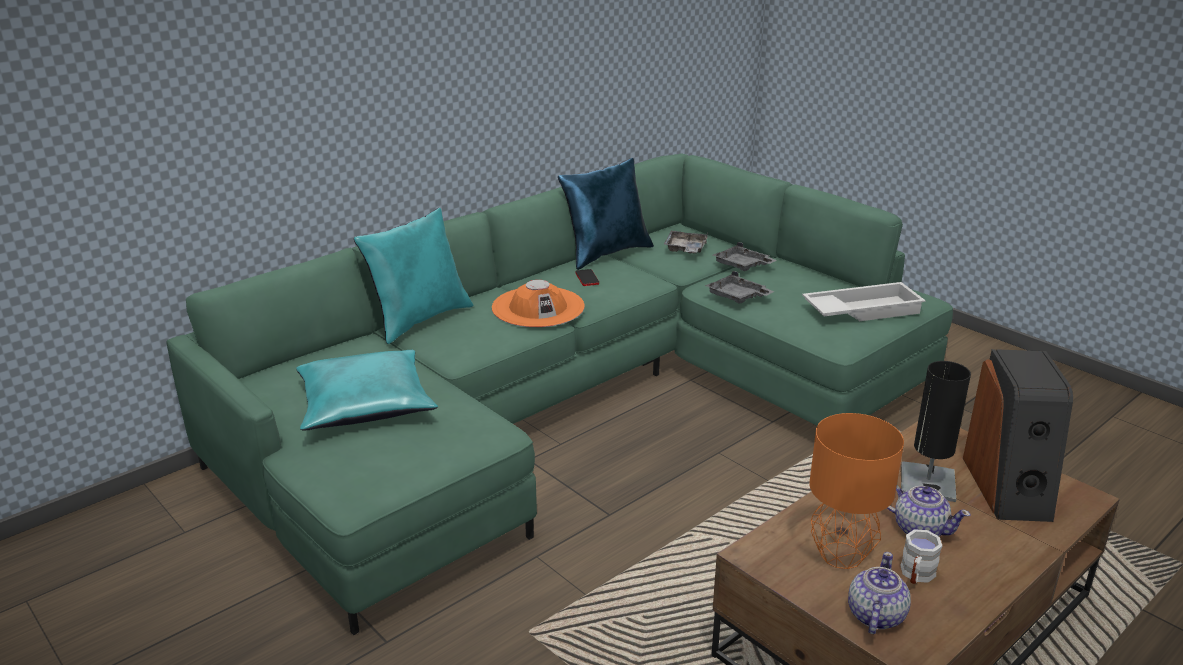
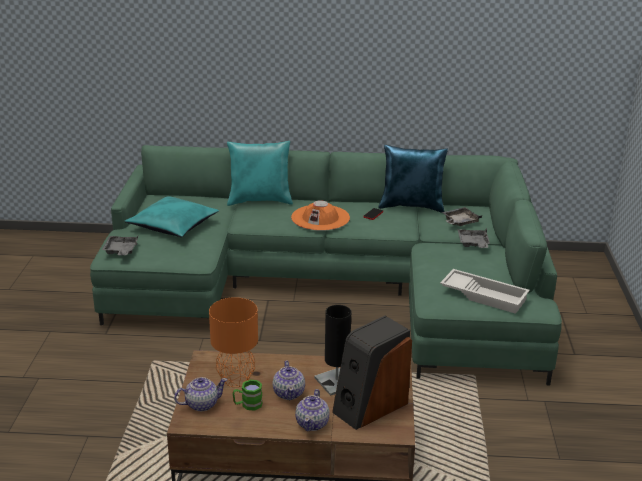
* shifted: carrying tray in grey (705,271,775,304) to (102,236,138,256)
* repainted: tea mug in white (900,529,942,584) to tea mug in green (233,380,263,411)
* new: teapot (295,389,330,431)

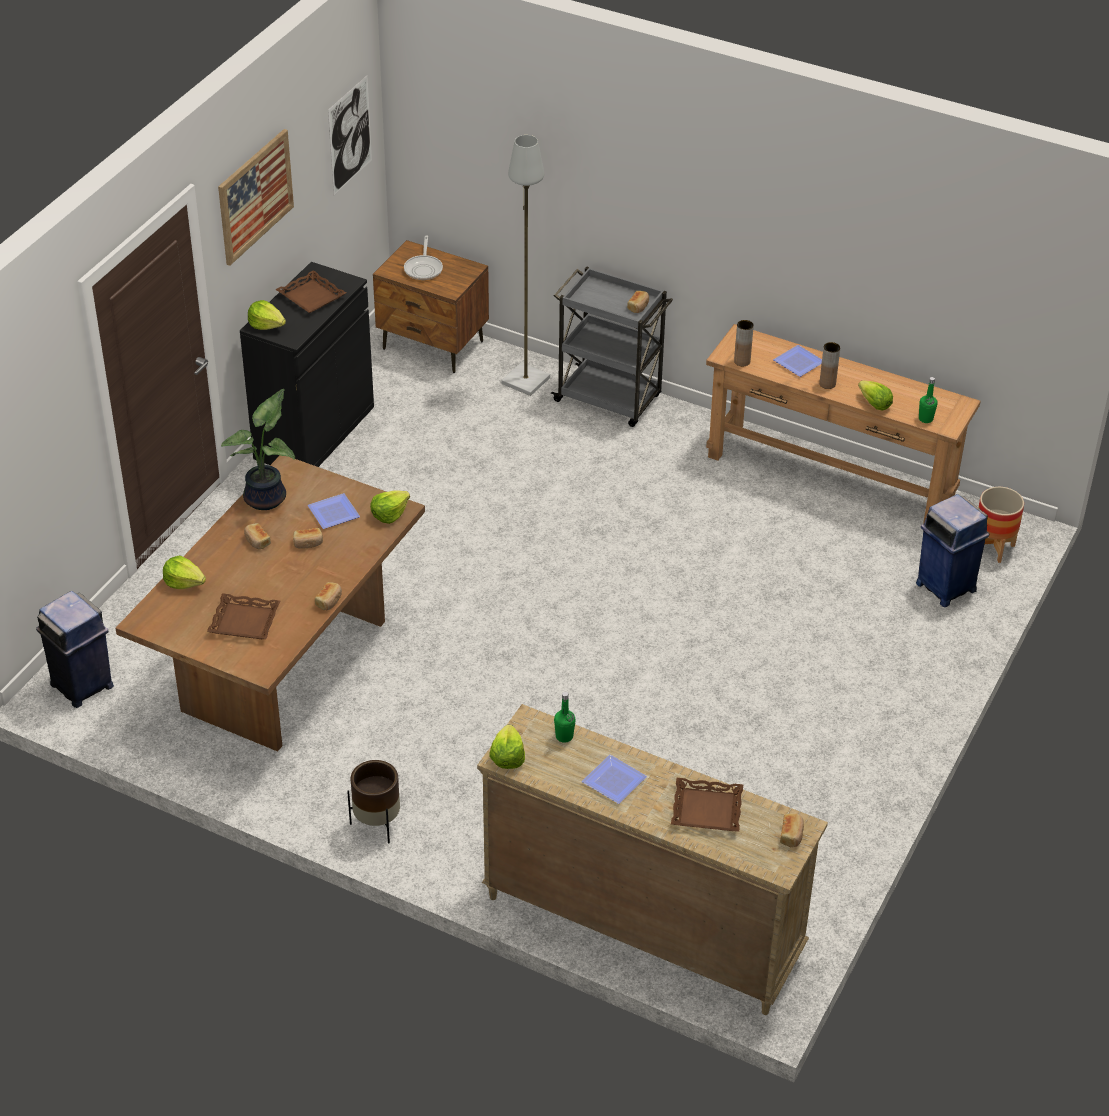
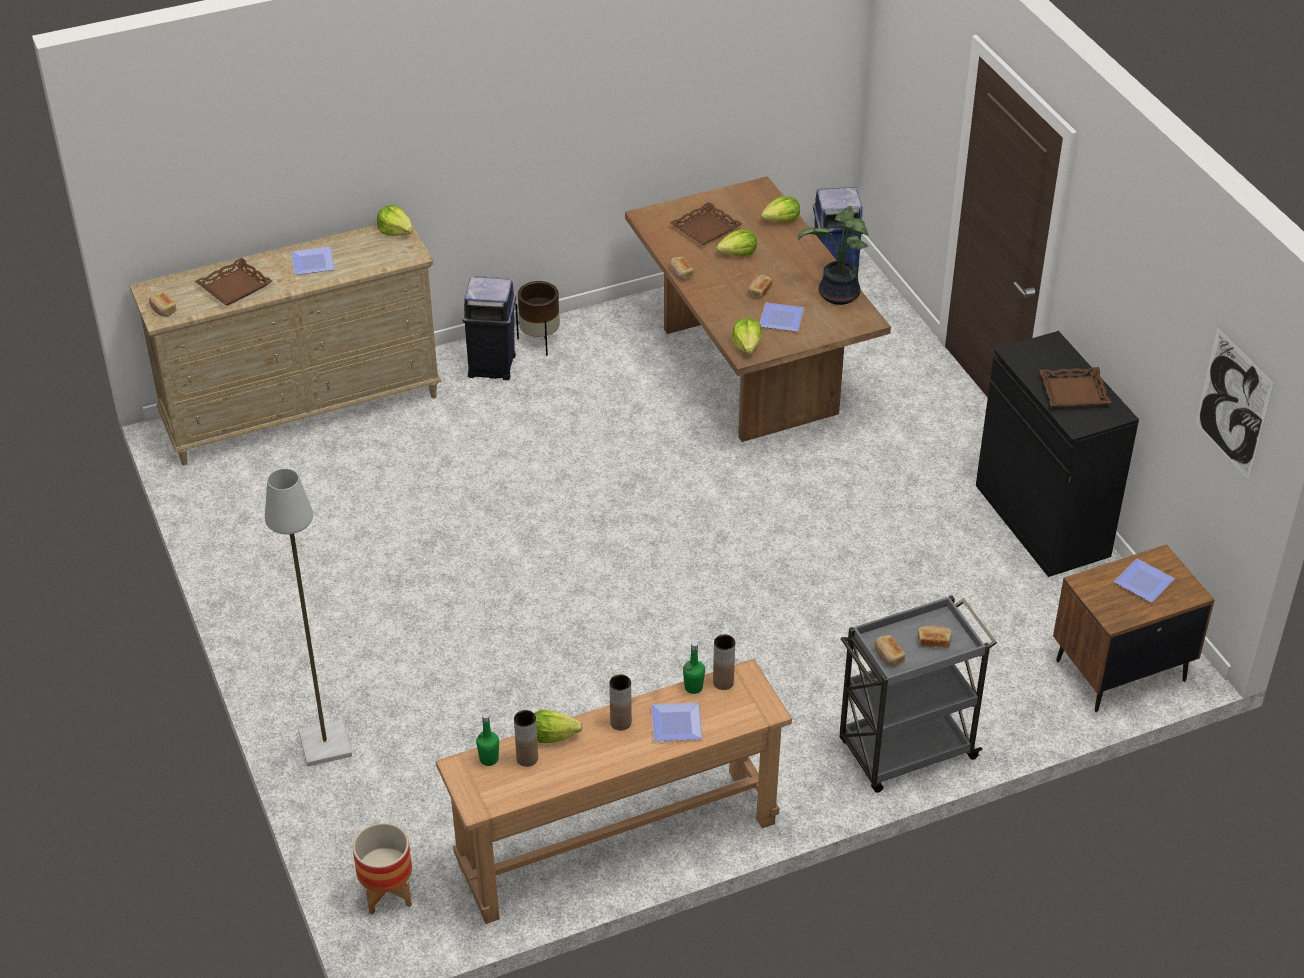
* gone: picture (218,129,294,266)
* shifted: floor lamp in grey (501,135,550,396) to (265,469,352,766)
* swapped: skillet (404,235,443,280) to dinner plate (1114,558,1175,603)
* shifted: lettuce head (248,300,286,330) to (716,229,757,256)
* shifted: waste bin in blue-coloured (916,494,989,607) to (462,276,516,380)
* shifted: bread (244,523,271,549) to (918,625,952,648)
* shifted: beverage bottle in green (554,692,576,743) to (683,641,705,694)
* new: flower vase in brown (514,710,538,767)

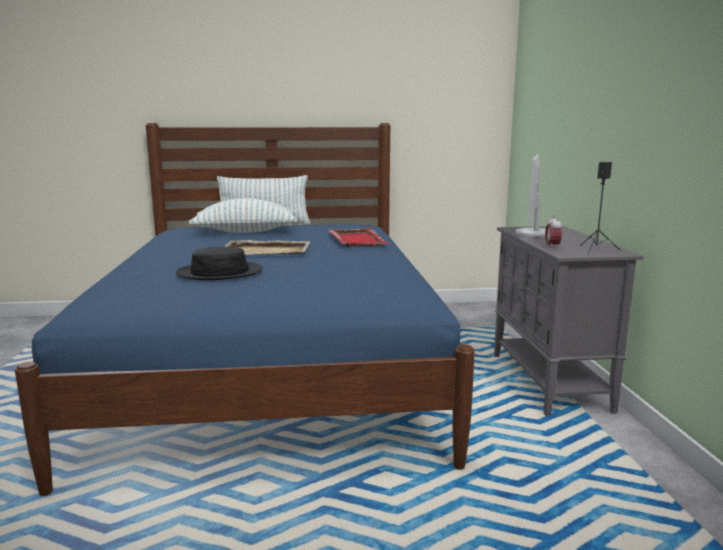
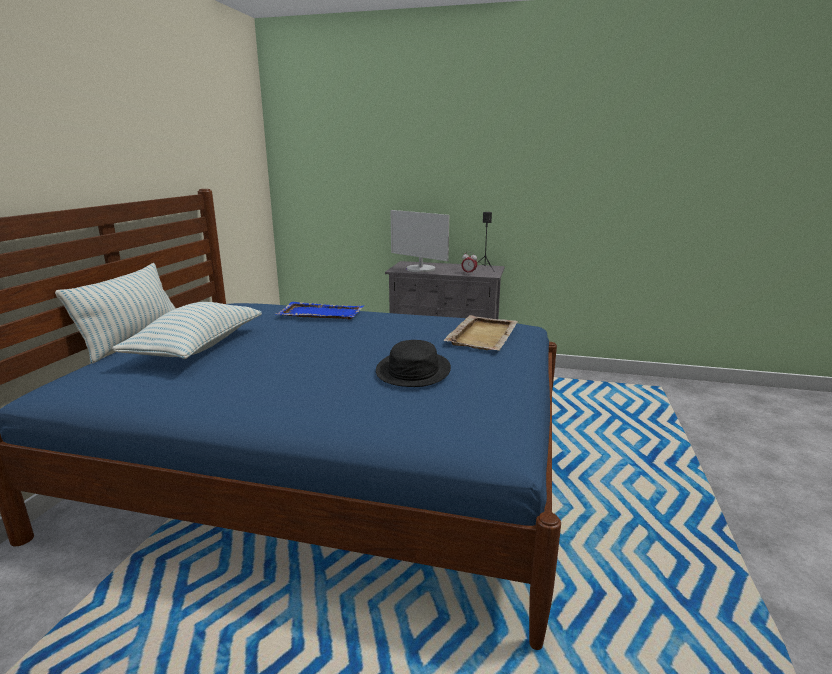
* repainted: carrying tray in red (328,228,391,247) to carrying tray in blue-coloured (276,302,364,319)
* shifted: carrying tray in beige (224,240,310,255) to (444,315,518,351)

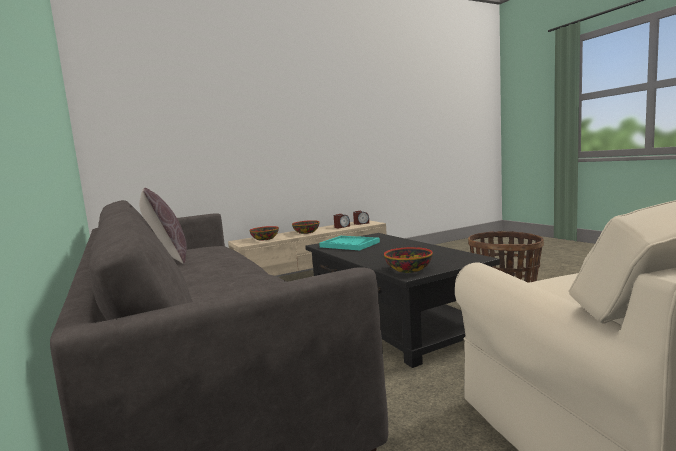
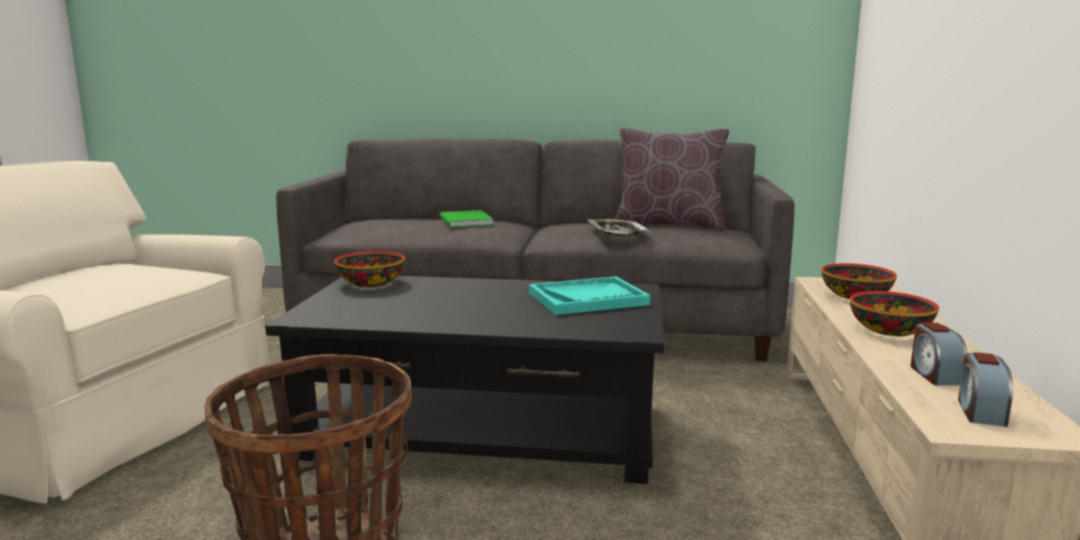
* new: volume in green (439,210,494,227)
* new: carrying tray (588,219,649,236)

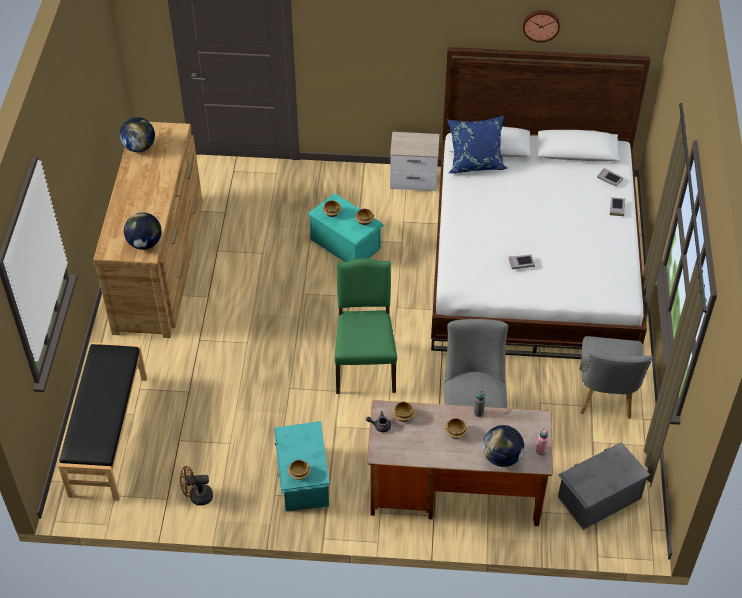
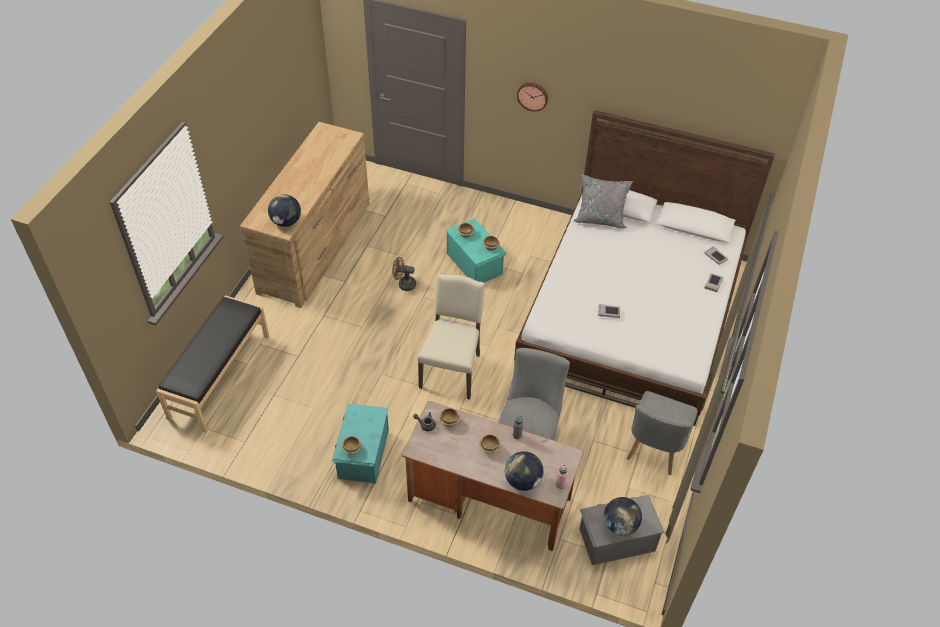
* shifted: clock on the wall (523,10,560,43) to (517,83,548,112)
* repainted: throw pillow in blue-coloured (447,116,507,174) to throw pillow in grey (574,174,633,228)
* shifted: globe (120,117,155,152) to (604,497,642,536)
* gone: night table (390,132,439,191)
* repainted: chair in green (334,258,397,394) to chair in beige (417,273,485,400)
* shifted: fan in brown (180,466,213,506) to (392,257,416,291)

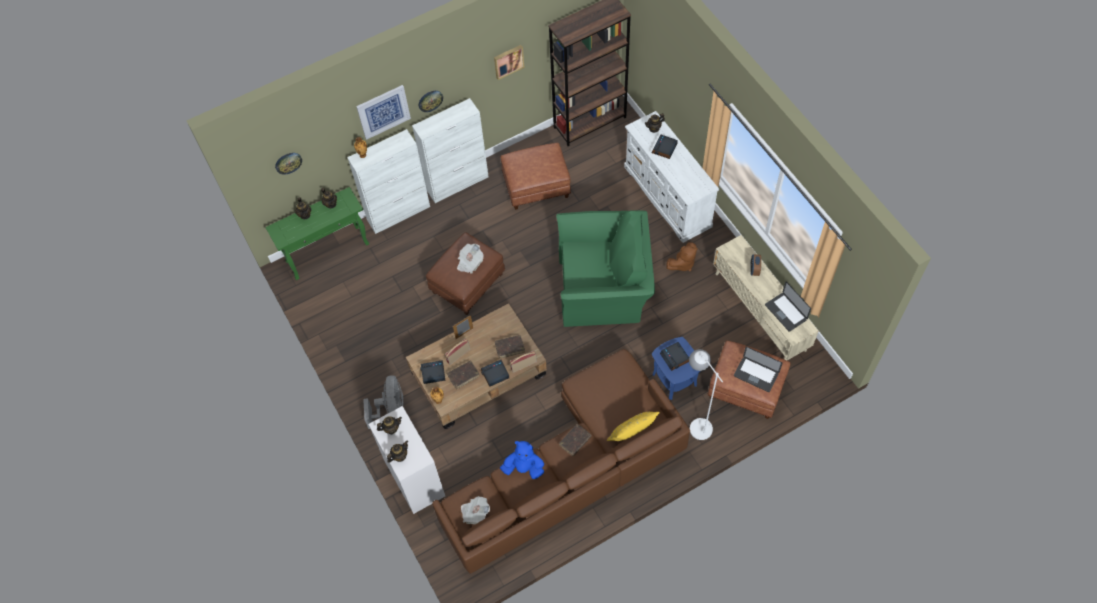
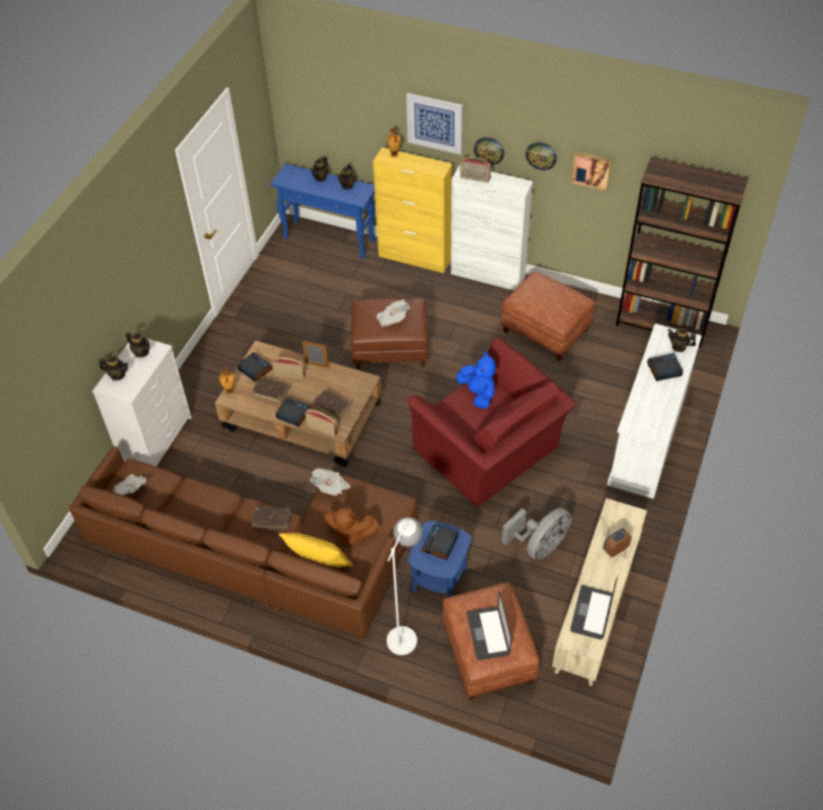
* repainted: cupboard in white (347,129,430,234) to cupboard in yellow-coloured (373,147,452,273)
* shifted: clock on the wall (275,153,302,174) to (525,142,557,170)
* repainted: hall table in green (265,187,369,280) to hall table in blue-coloured (270,163,375,259)
* repainted: armchair in green (556,210,655,327) to armchair in red (407,338,578,507)
* shifted: cuddly toy in brown (666,242,698,271) to (324,507,380,547)
* shifted: fan in grey (363,375,404,429) to (502,508,572,560)
* shifted: cuddly toy in blue-coloured (500,441,544,479) to (456,352,496,409)
* new: radio (460,157,491,183)
* new: daily paper (310,468,350,496)

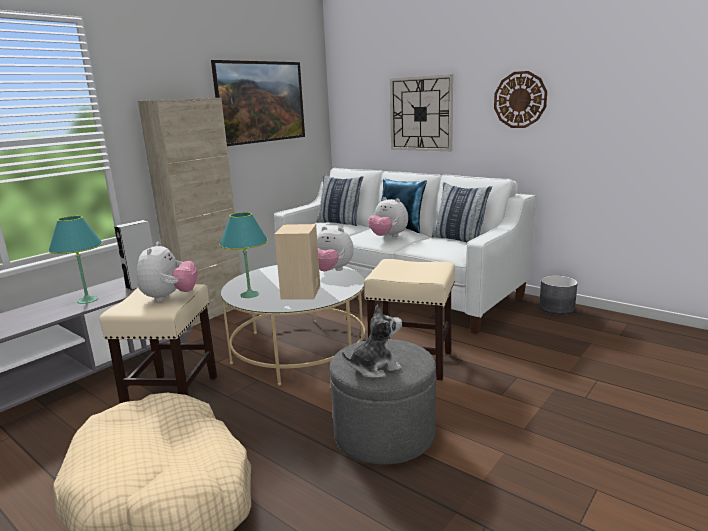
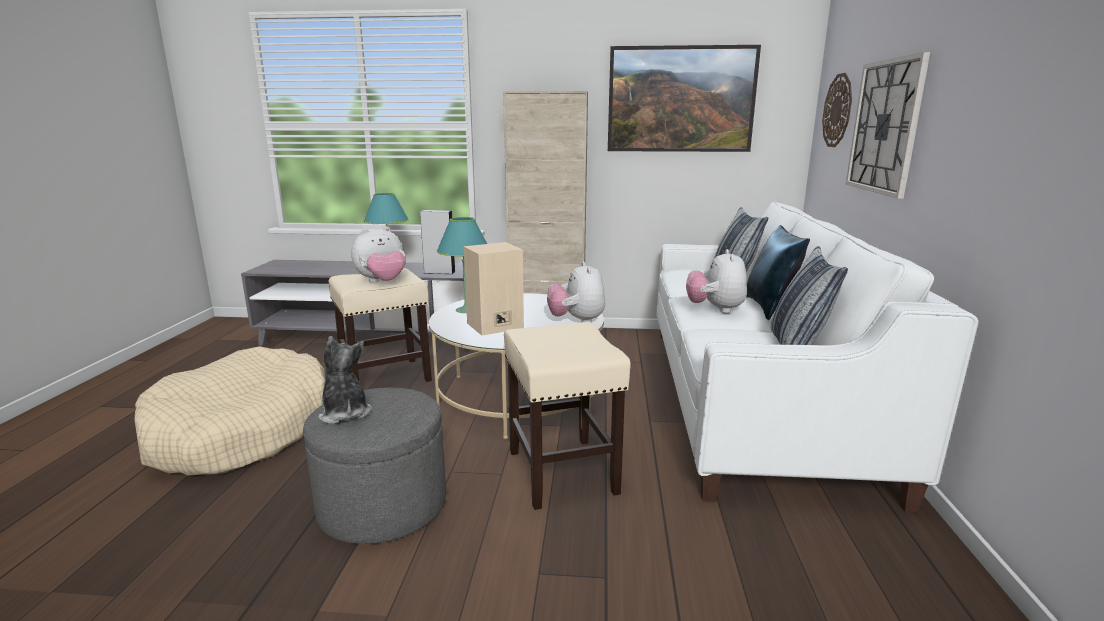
* shifted: clock on the wall (494,71,547,128) to (822,73,852,147)
* gone: flower pot in grey (539,275,578,315)
* rotated: cuddly toy (342,304,402,378) = (319,336,372,424) 150 degrees counterclockwise

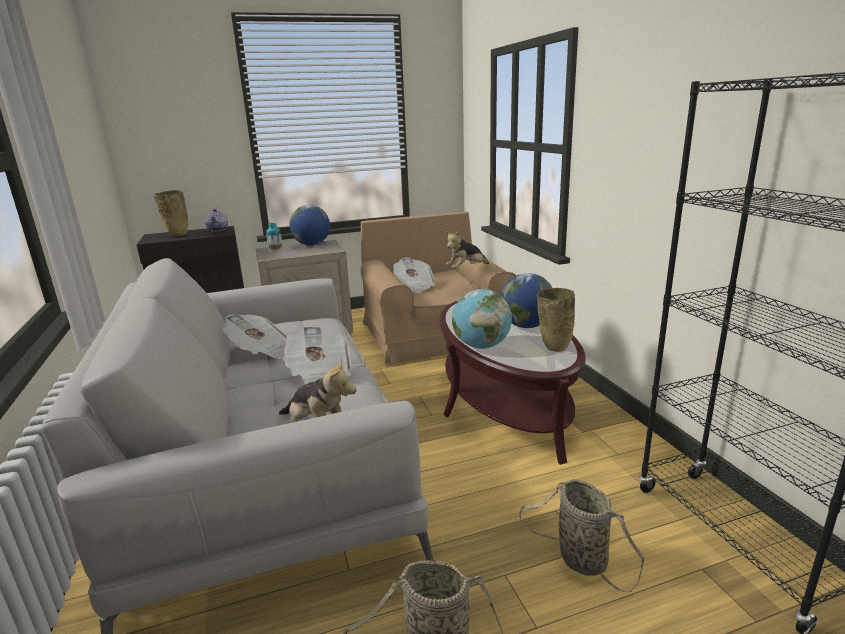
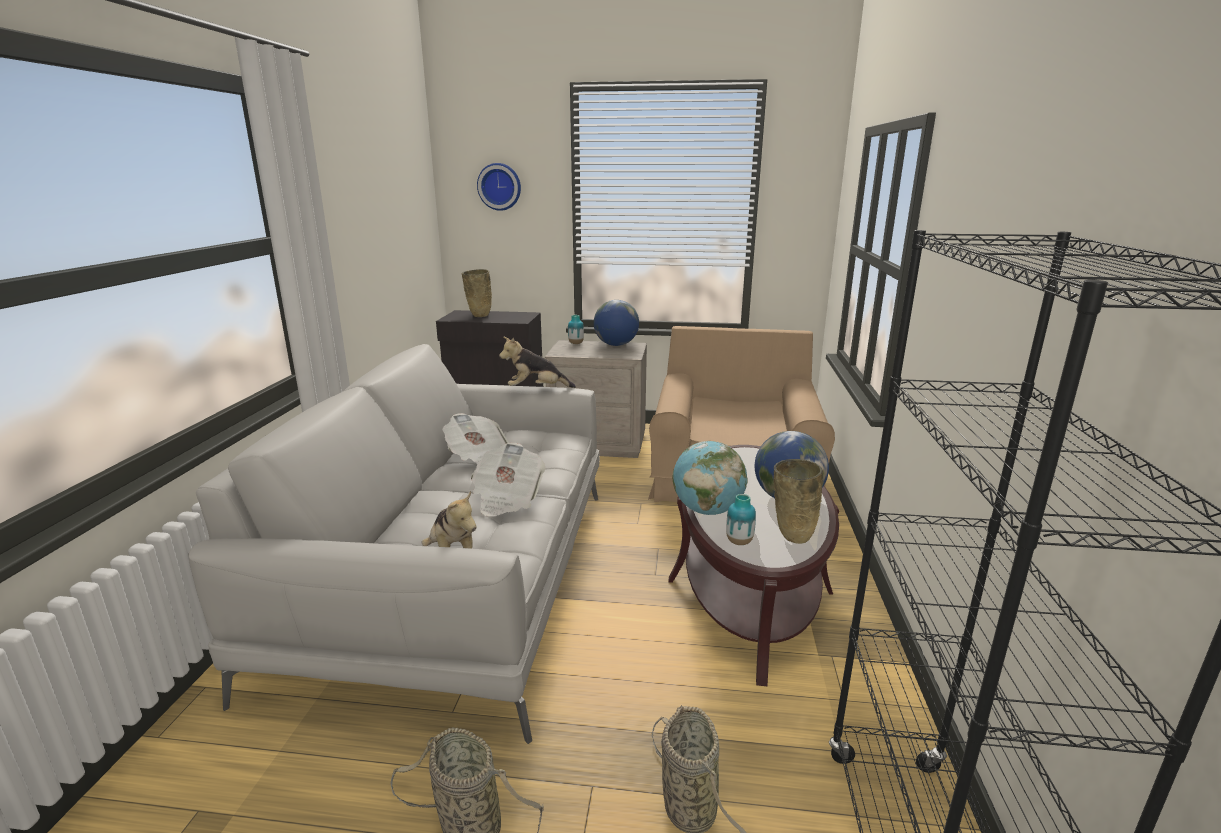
* gone: teapot (205,209,228,231)
* shifted: cuddly toy (446,231,489,269) to (499,336,576,388)
* gone: daily paper (393,257,435,293)
* new: clock on the wall (477,163,521,211)
* new: flower vase (726,494,756,545)

